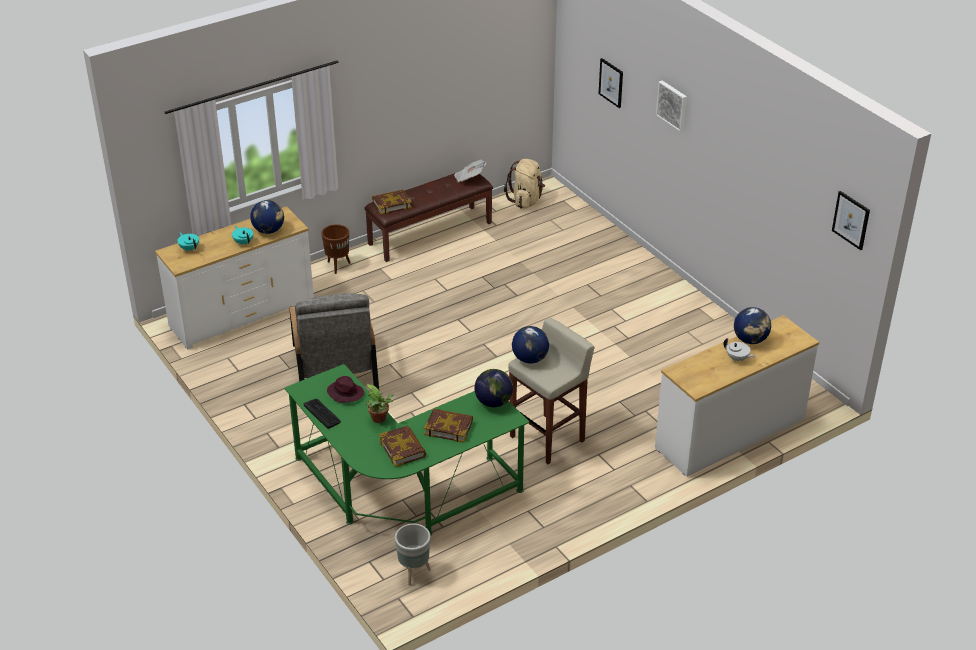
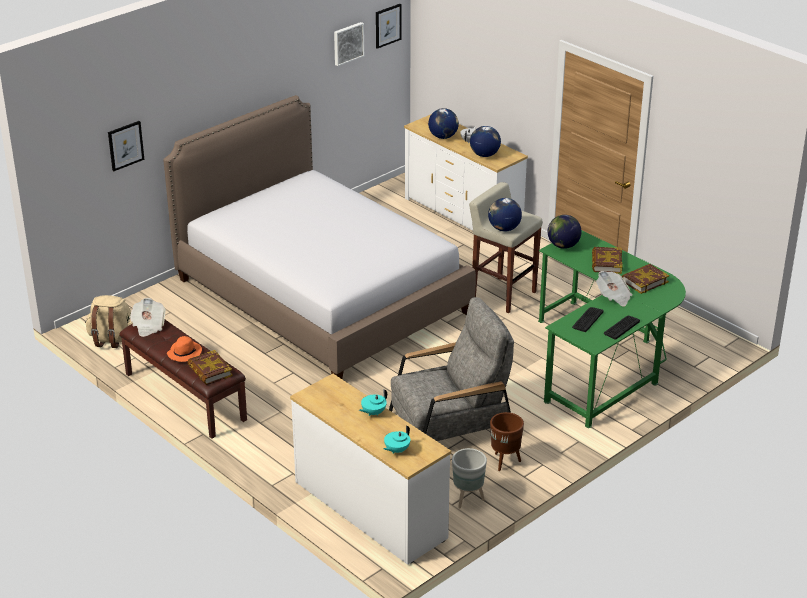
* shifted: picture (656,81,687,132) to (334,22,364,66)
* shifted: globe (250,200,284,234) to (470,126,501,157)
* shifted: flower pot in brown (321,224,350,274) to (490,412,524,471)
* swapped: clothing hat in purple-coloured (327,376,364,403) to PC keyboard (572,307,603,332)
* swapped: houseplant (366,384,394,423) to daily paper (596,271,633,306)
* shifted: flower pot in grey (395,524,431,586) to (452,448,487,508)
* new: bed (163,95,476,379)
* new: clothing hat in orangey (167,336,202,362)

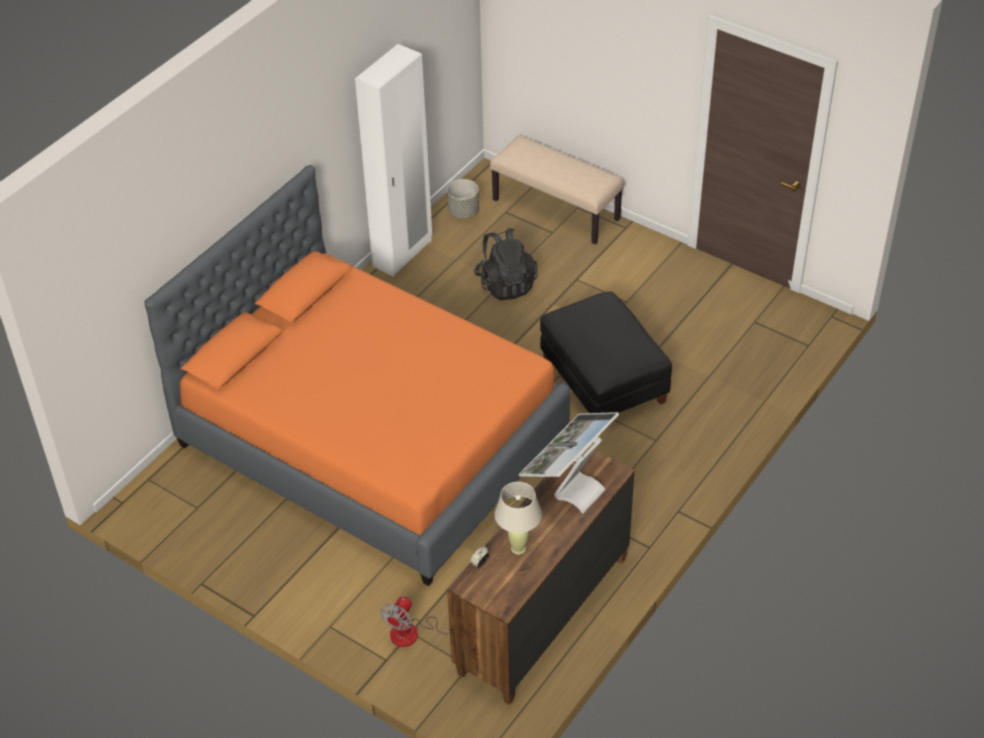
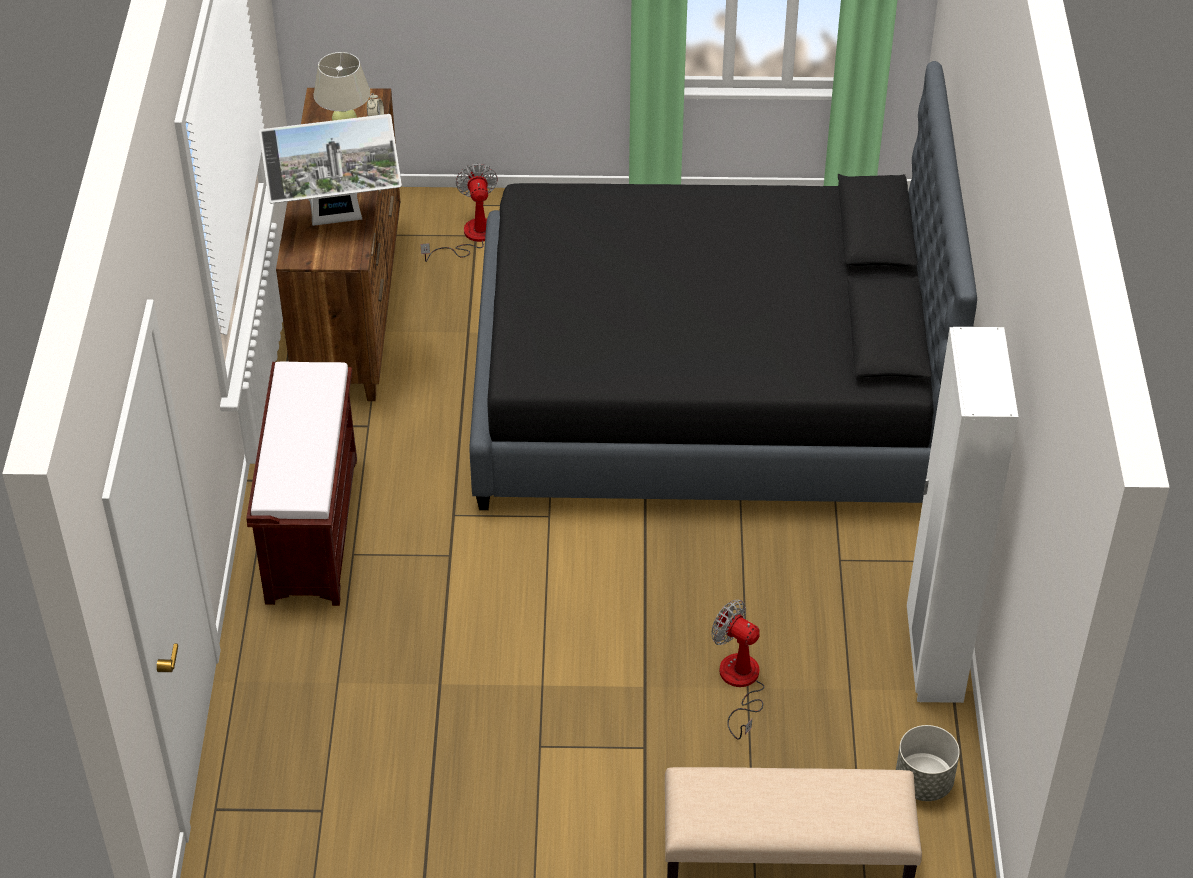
* repainted: bed in orangey (144,165,570,586) to bed in black (469,61,977,510)
* swapped: rucksack in black (474,228,538,300) to fan (711,600,764,740)
* gone: pouffe in black (540,291,672,413)
* rotated: computer screen (519,412,619,513) = (259,114,402,226) 75 degrees clockwise
* new: long seat in brown (246,362,357,606)

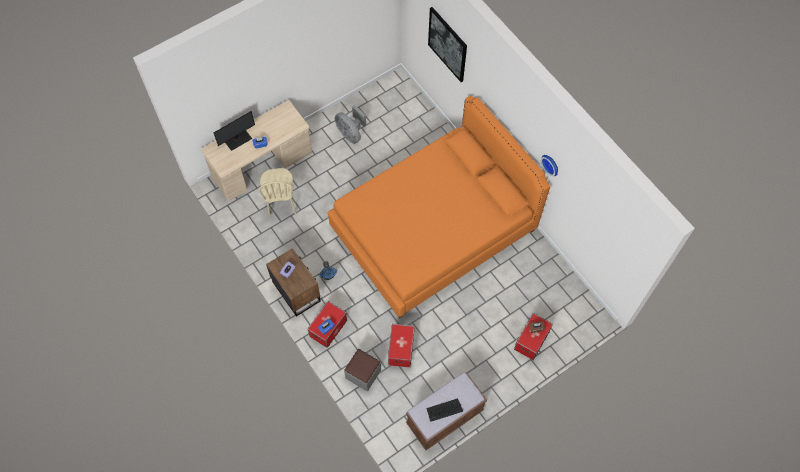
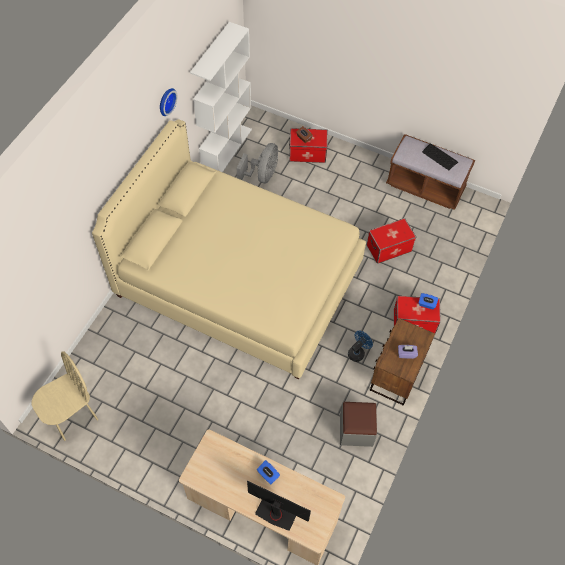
* gone: picture (428,7,467,82)
* repainted: bed in orangey (328,95,550,318) to bed in beige (92,119,366,380)
* shifted: fan in grey (335,105,366,144) to (237,143,278,183)
* shifted: chair in beige (259,168,296,217) to (32,351,98,441)
* shifted: pouffe in grey (344,349,381,391) to (340,402,377,447)
* new: shelving unit in white (190,22,252,172)

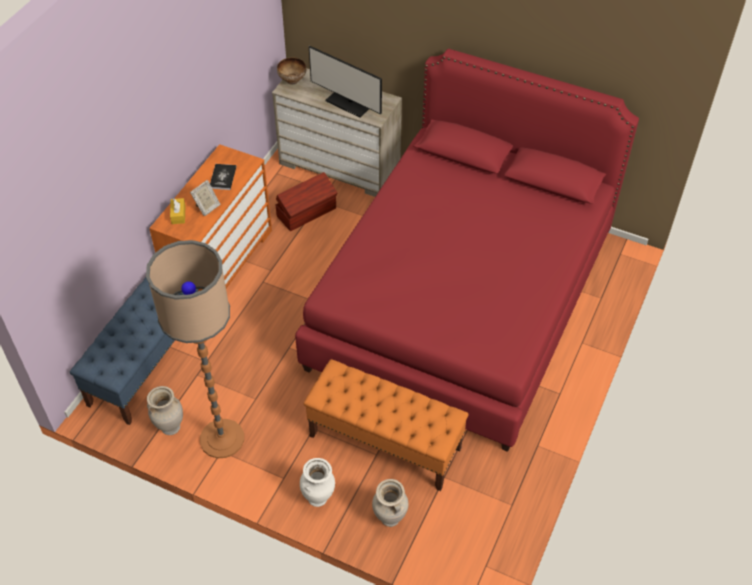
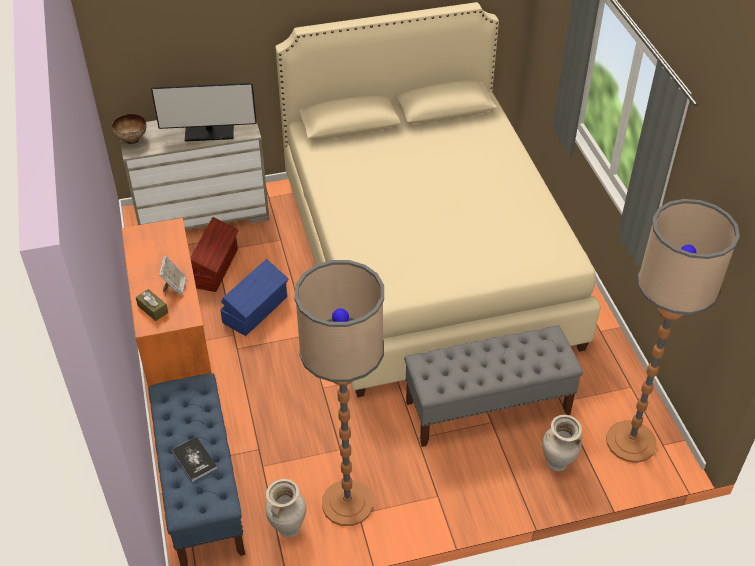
* repainted: bed in red (295,49,639,452) to bed in beige (275,2,600,397)
* shifted: volume (210,164,237,190) to (172,437,217,482)
* repainted: tissue holder in yellow-coloured (170,198,185,224) to tissue holder in brown (136,289,168,321)
* repainted: long seat in orangey (304,359,469,491) to long seat in grey (404,325,583,447)
* gone: flower vase in white (300,458,335,507)
* new: floor lamp (606,199,740,463)
* new: storage bin in blue-coloured (220,259,288,336)

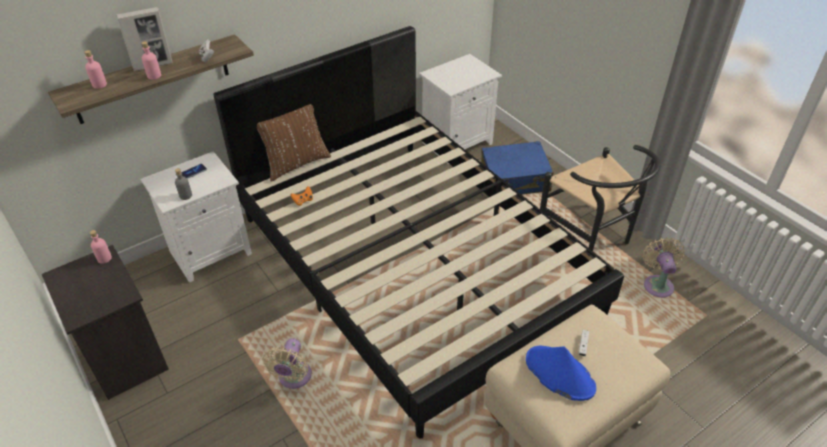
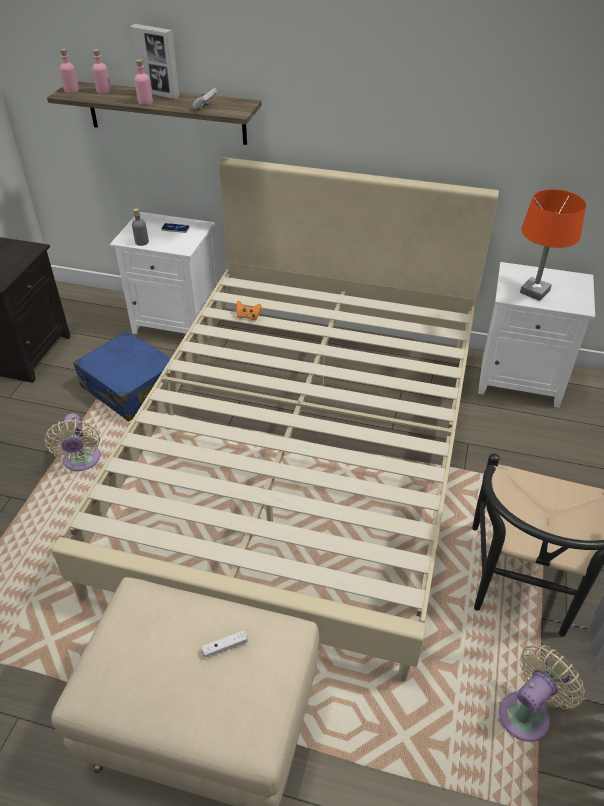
* repainted: bed in black (213,26,624,439) to bed in beige (52,157,499,682)
* gone: throw pillow in brown (257,104,331,182)
* shifted: suitcase in blue-coloured (481,141,554,195) to (73,331,182,421)
* shifted: beverage bottle in pink (90,230,112,264) to (59,49,79,93)
* rotated: fan in beige (262,338,312,389) = (44,413,101,471) 75 degrees counterclockwise
* gone: clothing hat in blue-coloured (526,346,596,401)
* new: lamp for a table in orangey (520,189,586,301)

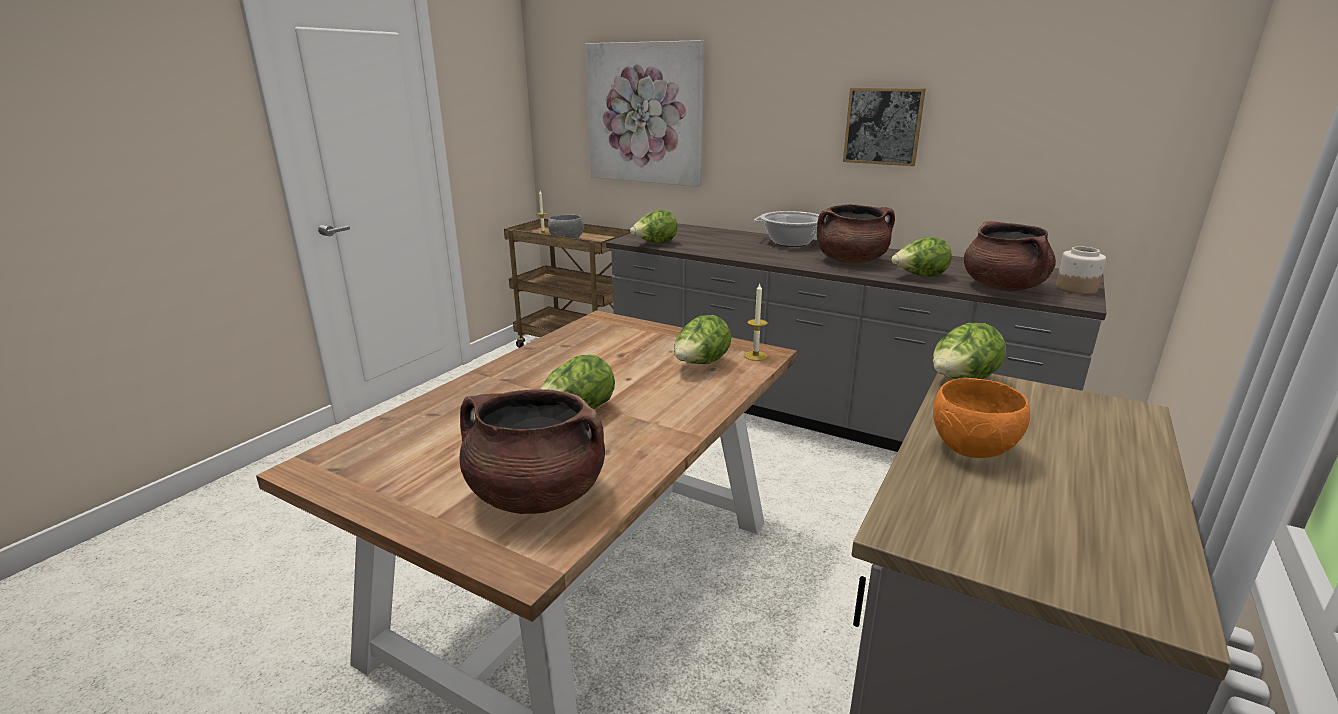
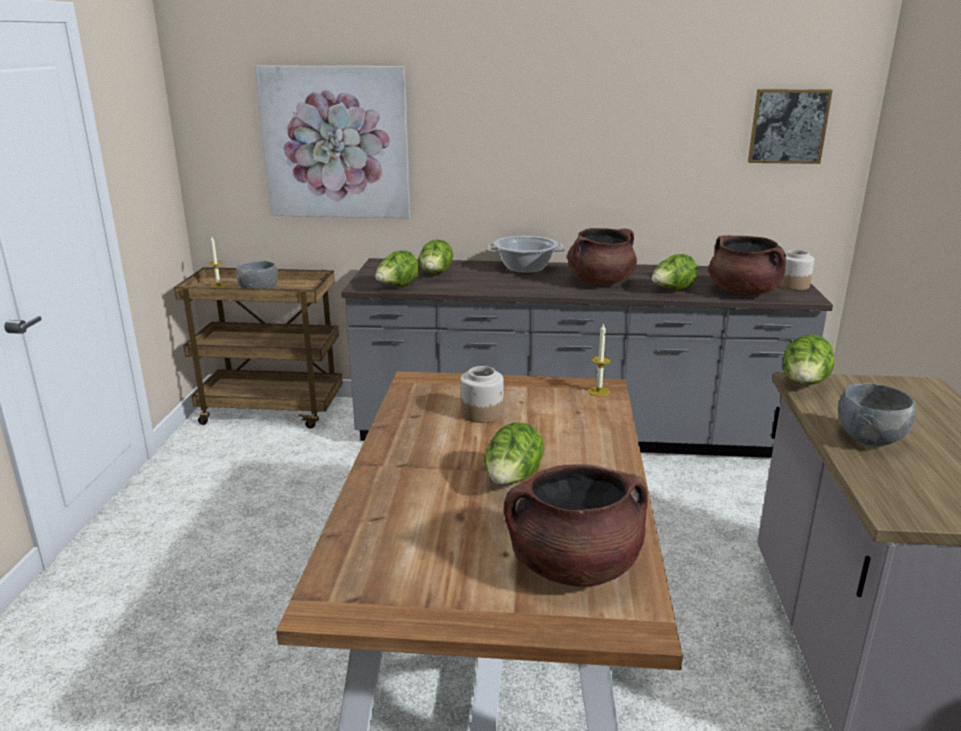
* shifted: picture (843,88,926,166) to (748,89,833,164)
* shifted: lettuce head (674,315,731,364) to (419,240,453,274)
* repainted: serving bowl in orangey (933,378,1030,458) to serving bowl in grey (838,383,916,446)
* new: jar (460,366,504,423)

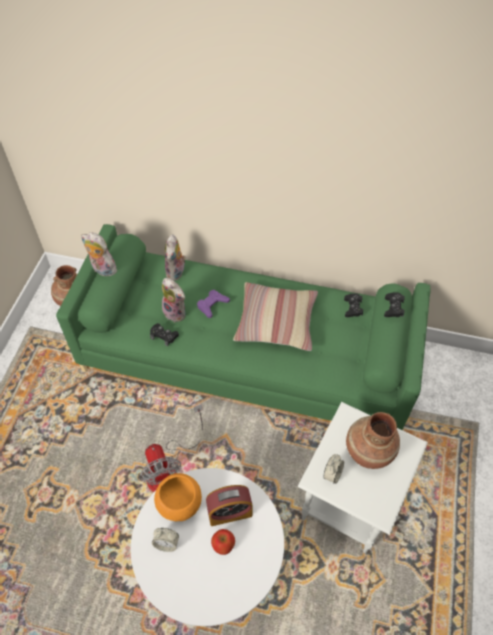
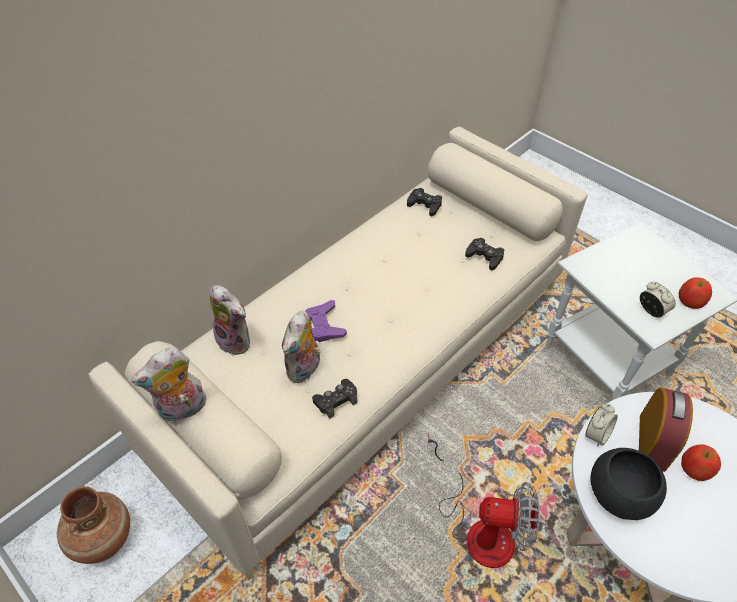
* repainted: couch in green (56,224,430,430) to couch in beige (88,127,588,581)
* rotated: cuddly toy (162,278,186,323) = (282,311,321,383) 135 degrees clockwise
* gone: throw pillow (233,282,318,351)
* shifted: gamepad in black (384,292,405,317) to (465,238,504,270)
* gone: flower vase in brown (346,412,400,469)
* repainted: serving bowl in orangey (154,473,202,521) to serving bowl in black (590,448,667,520)
* shifted: table clock (152,528,179,552) to (585,404,618,447)
* new: apple (679,277,712,309)

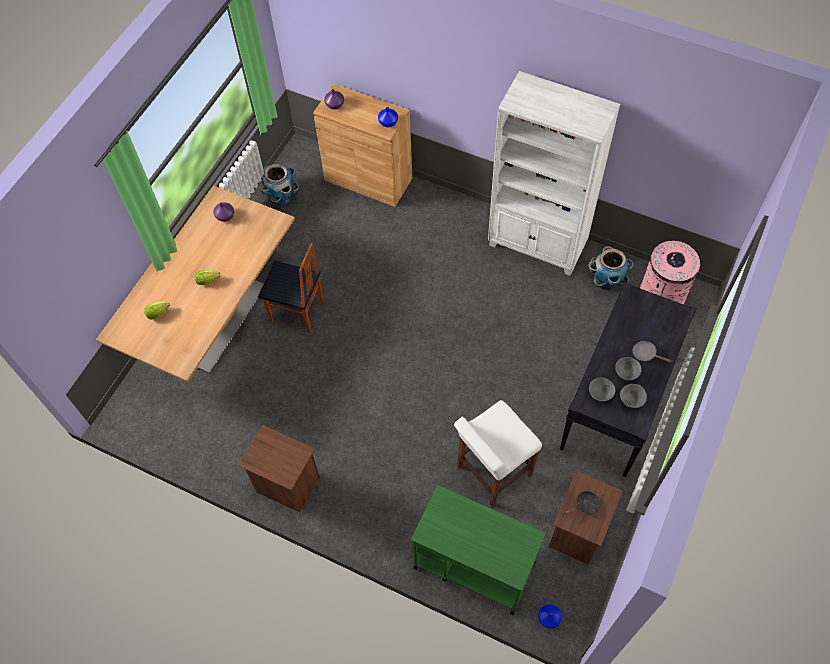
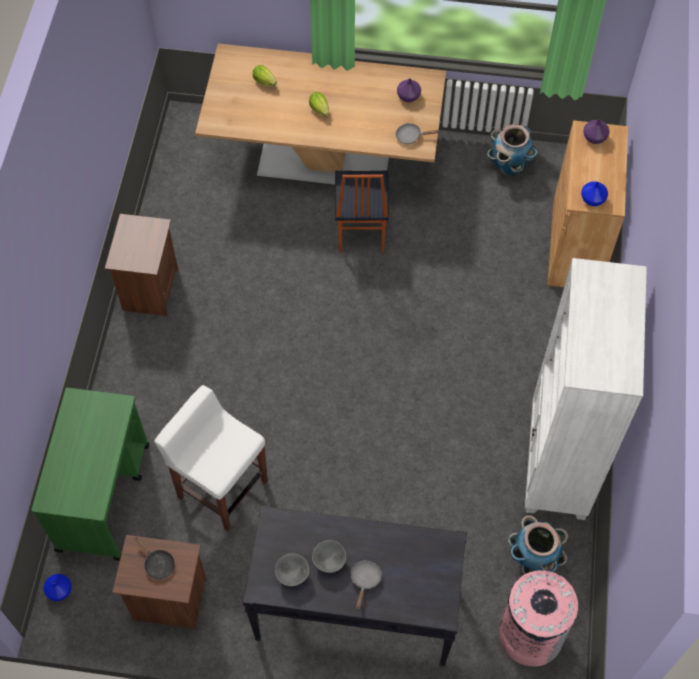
* gone: serving bowl in grey (589,377,615,401)
* new: skillet in grey (396,123,439,144)

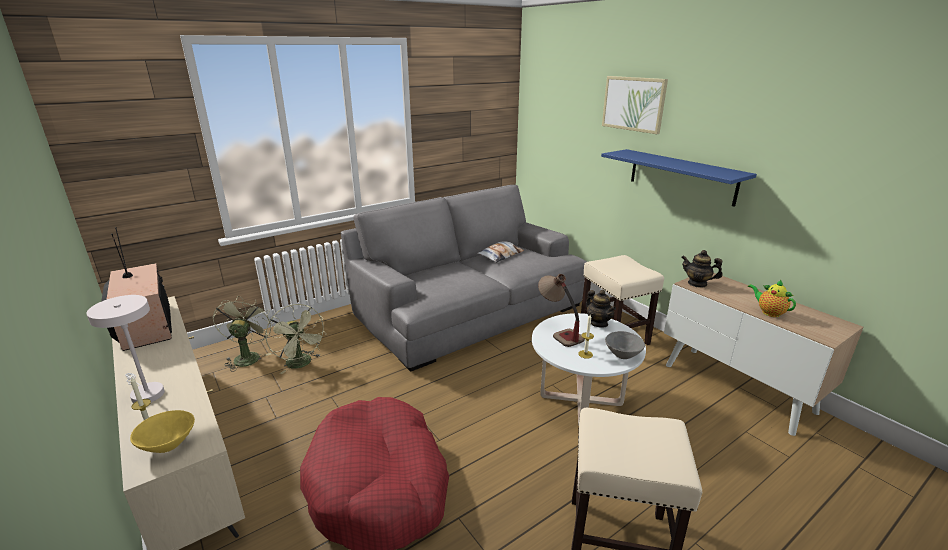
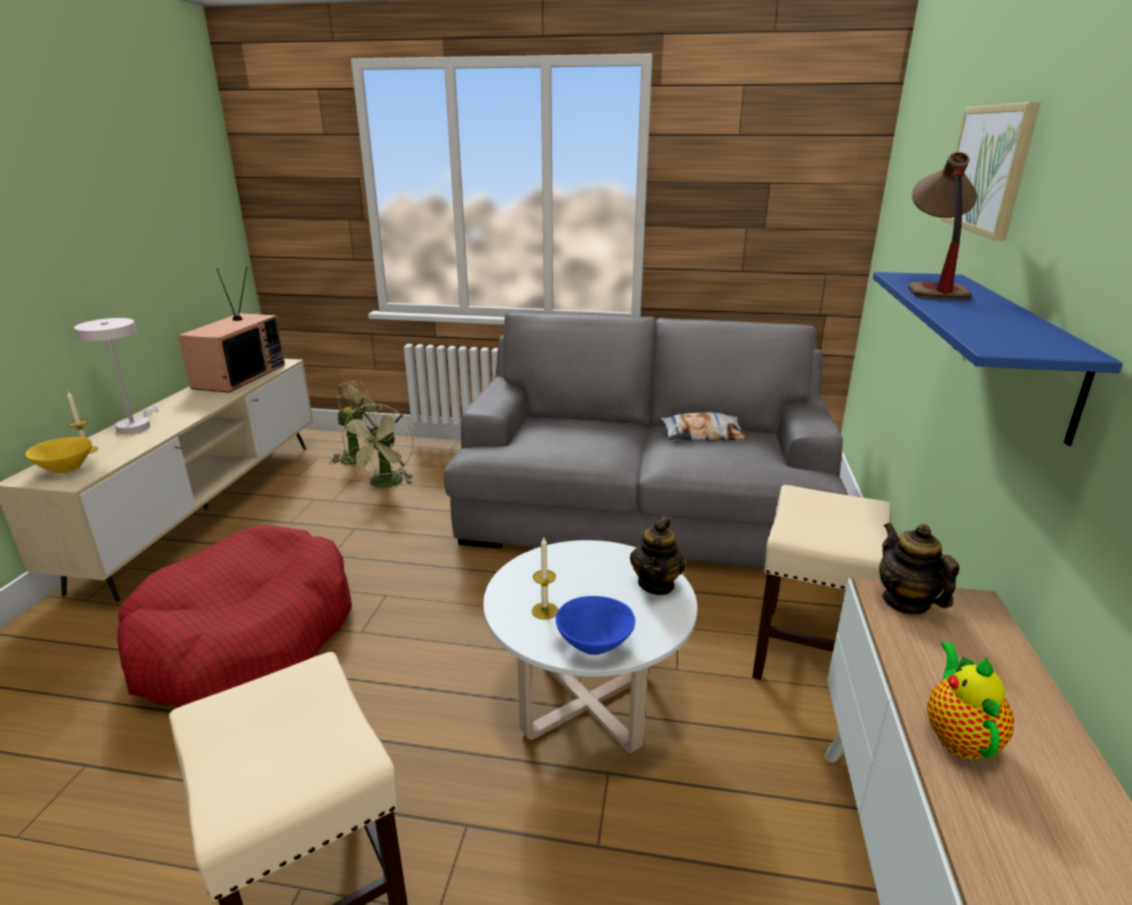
* shifted: lamp for a table (538,274,585,347) to (908,152,977,300)
* repainted: serving bowl in grey (605,331,645,359) to serving bowl in blue-coloured (556,596,635,655)

